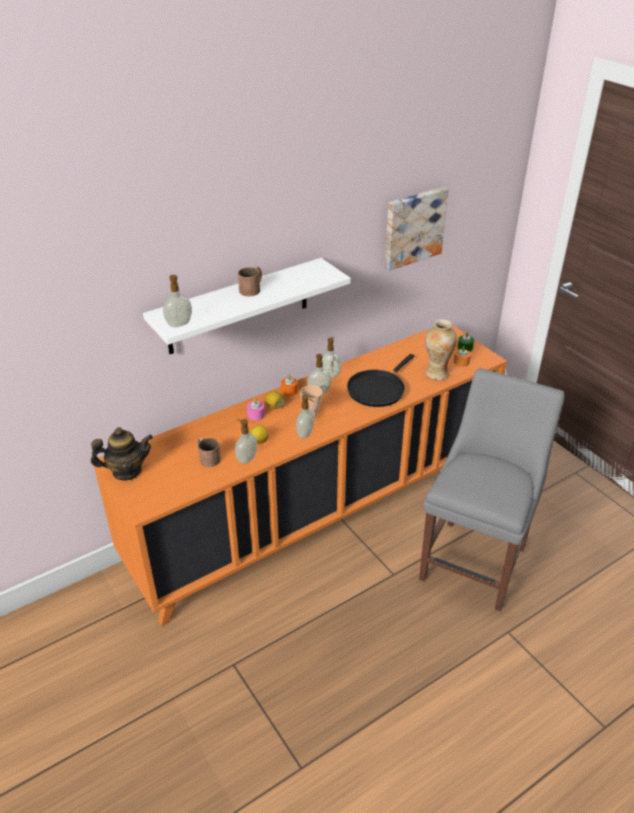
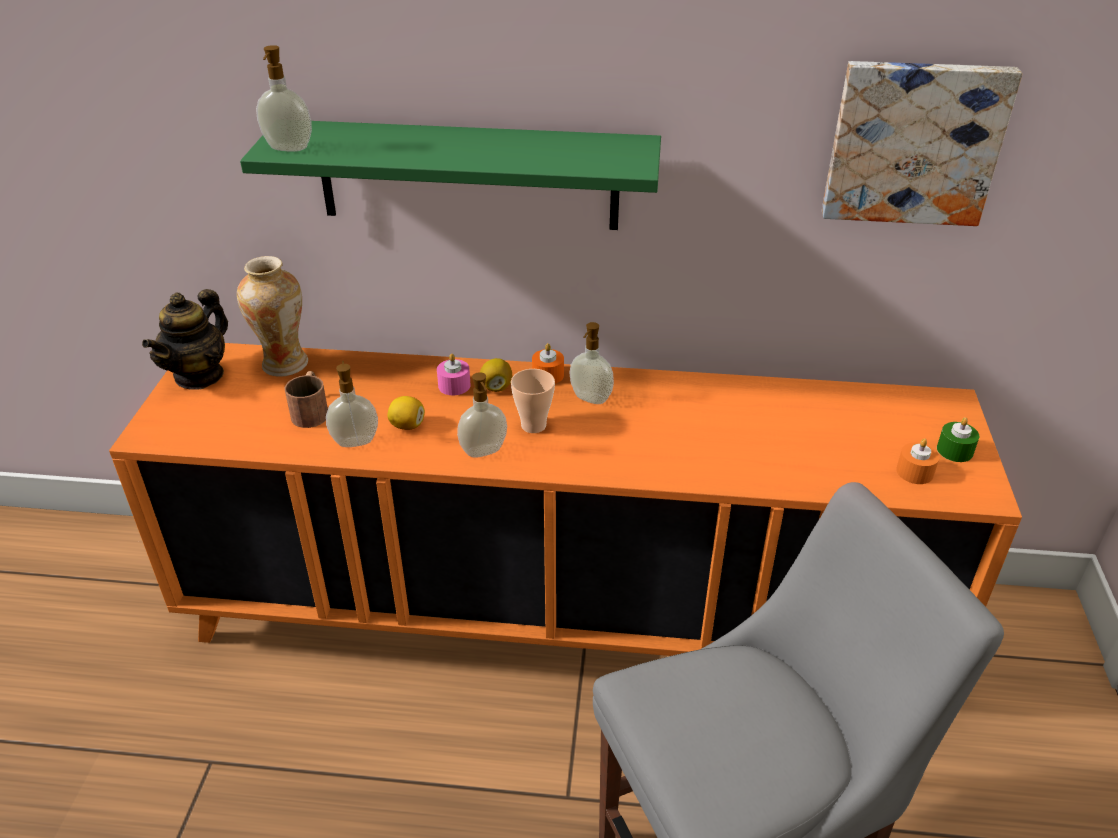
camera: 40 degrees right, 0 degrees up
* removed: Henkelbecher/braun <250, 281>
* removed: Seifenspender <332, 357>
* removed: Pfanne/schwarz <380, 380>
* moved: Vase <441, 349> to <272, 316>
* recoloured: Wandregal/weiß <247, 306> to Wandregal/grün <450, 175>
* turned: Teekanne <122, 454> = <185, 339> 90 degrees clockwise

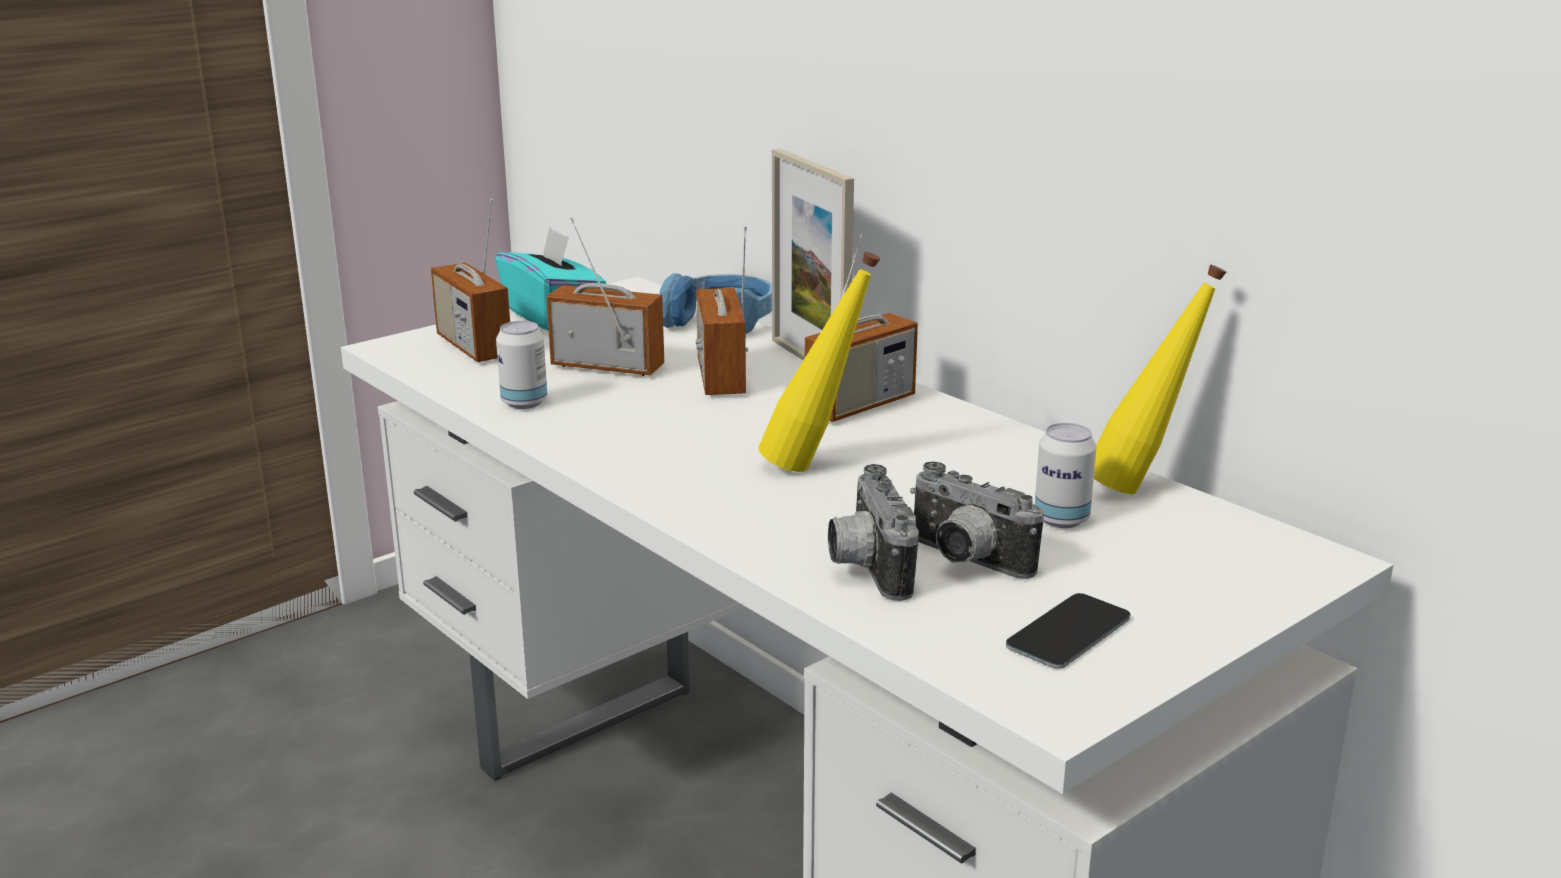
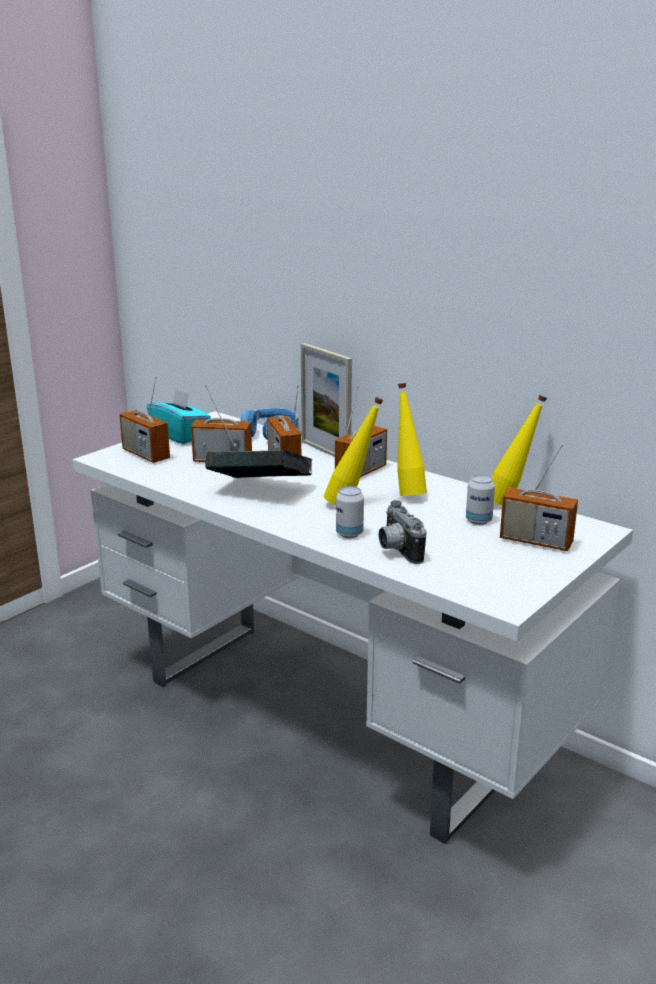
camera: 10 degrees left, 0 degrees up
* removed: Kamera <977, 520>
* removed: Handy <1068, 631>
* added: Buch <258, 464>
* added: Flasche/gelb <412, 439>
* added: Radio <539, 498>
* moved: Dose <521, 365> to <350, 512>

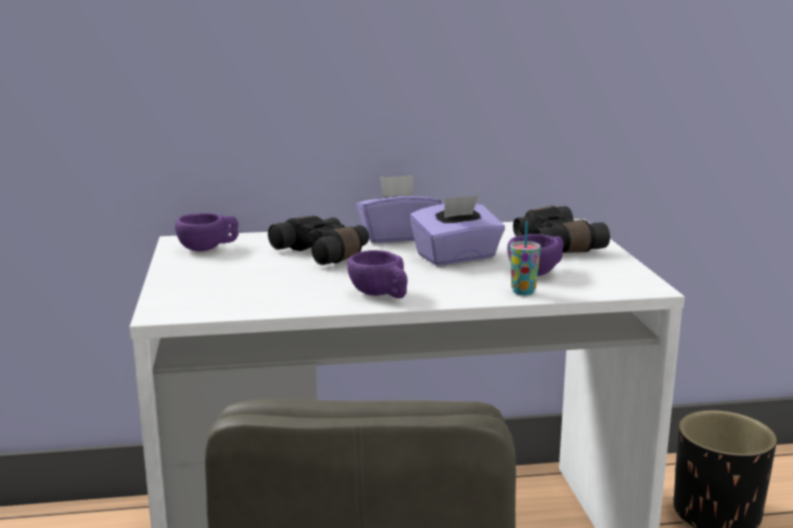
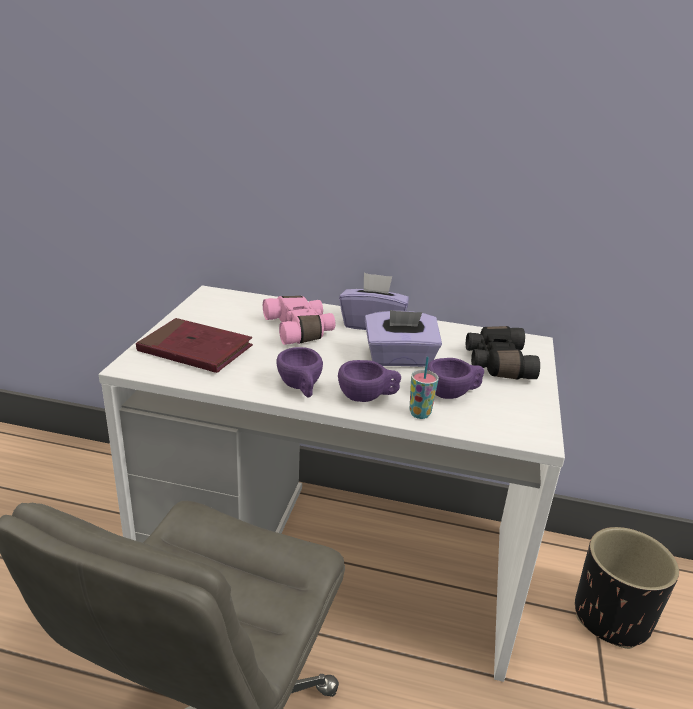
camera: 20 degrees right, 10 degrees up
* added: Buch/rot <194, 345>
* moved: Tasse/lila <207, 232> to <369, 381>
* recoloured: Fernglas/schwarz <318, 240> to Fernglas/rosa <299, 320>

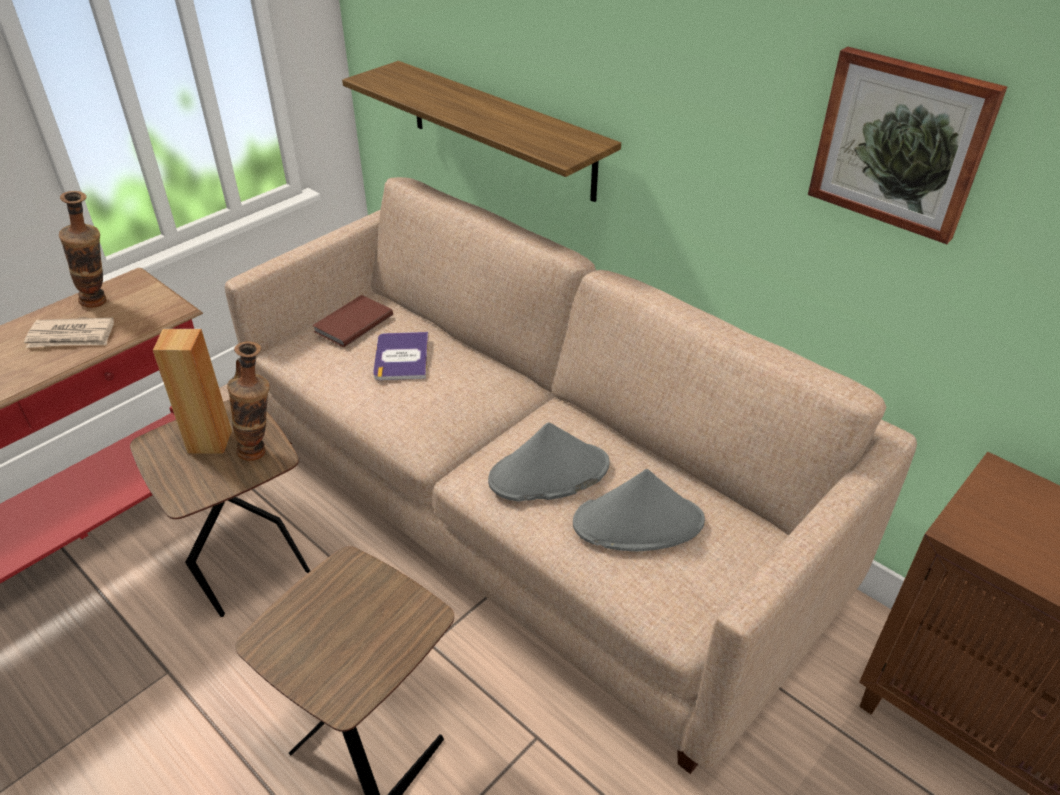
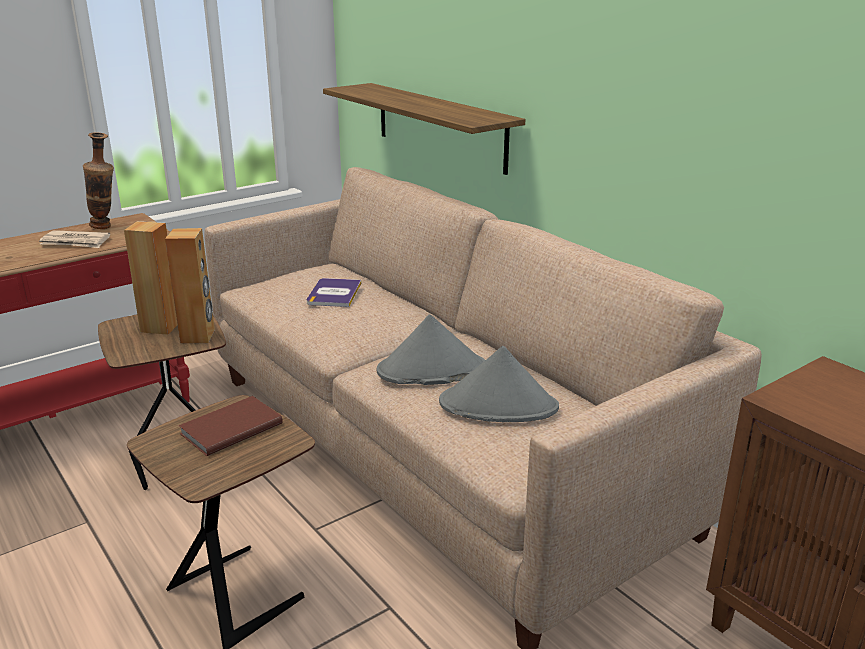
camera: 10 degrees right, 15 degrees down
* removed: Bild <907, 145>
* moved: Buch/braun <352, 321> to <231, 426>
* replaced: Vase <248, 401> to Lautsprecher/braun <190, 285>

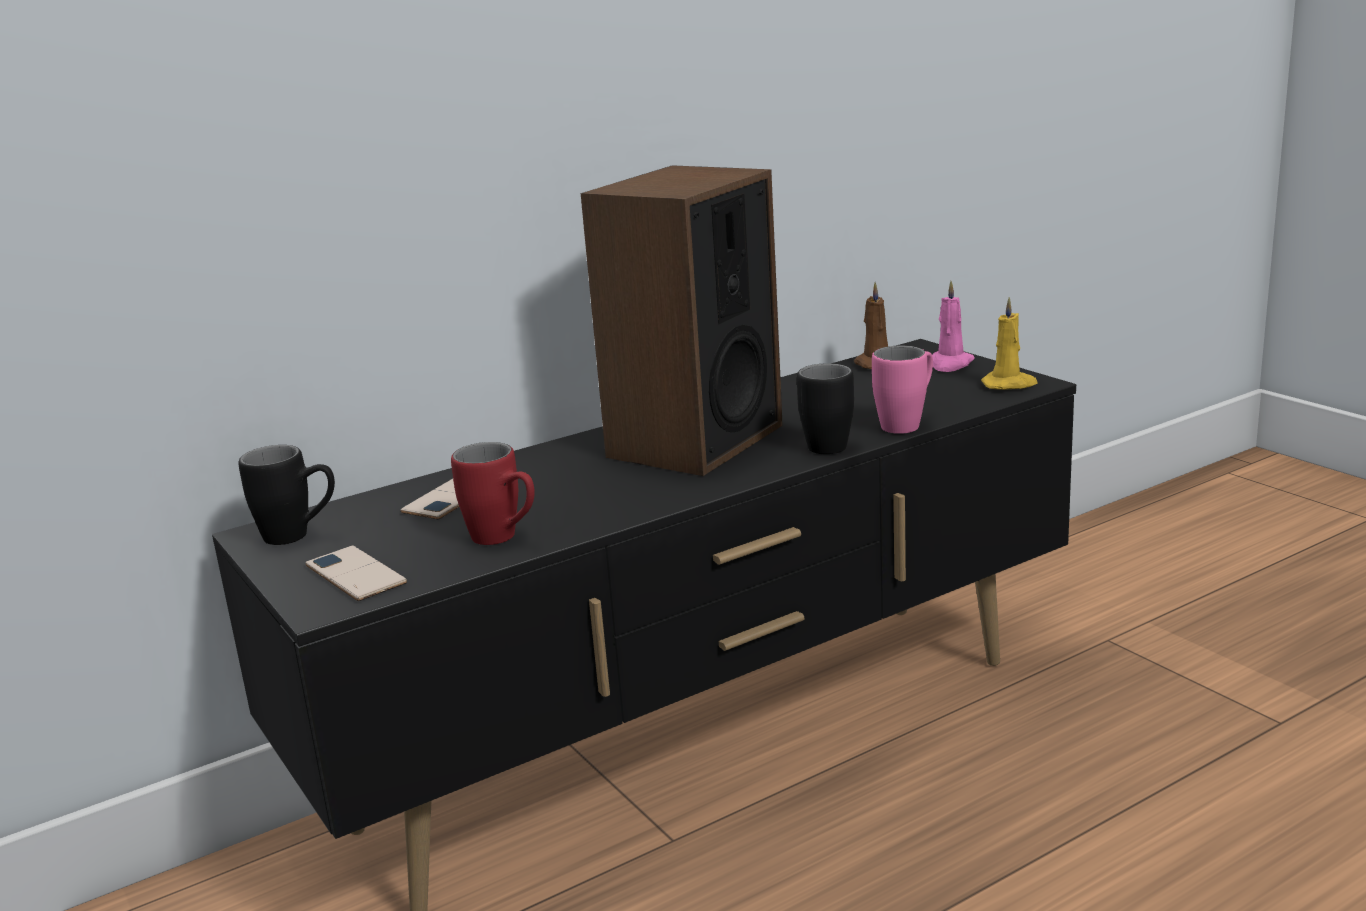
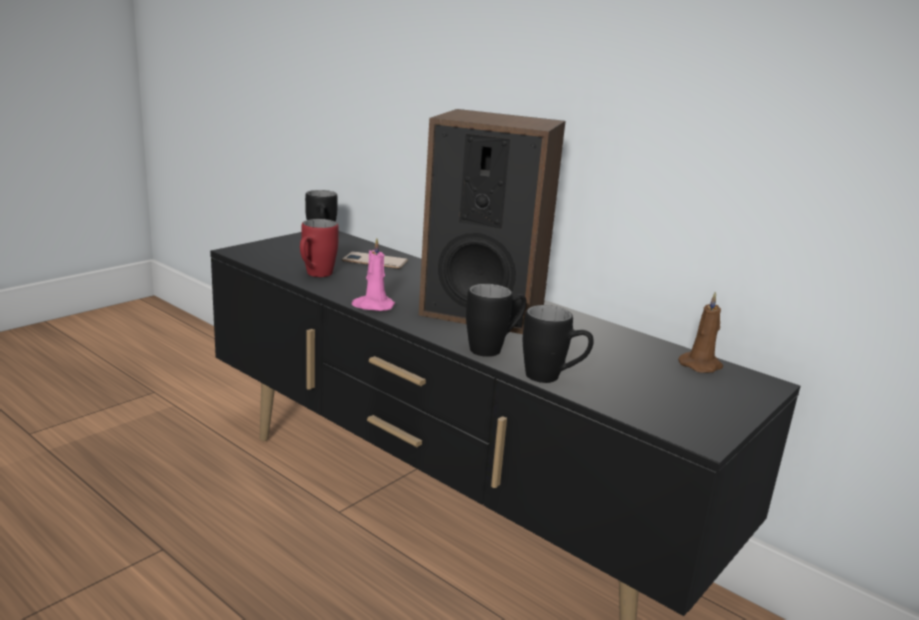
camera: 70 degrees right, 0 degrees up
* removed: Handy <356, 573>
* removed: Kerze/gelb <1009, 343>
* moved: Kerze/rosa <953, 326> to <373, 274>
* recoloured: Henkelbecher/rosa <902, 389> to Henkelbecher/schwarz <558, 344>

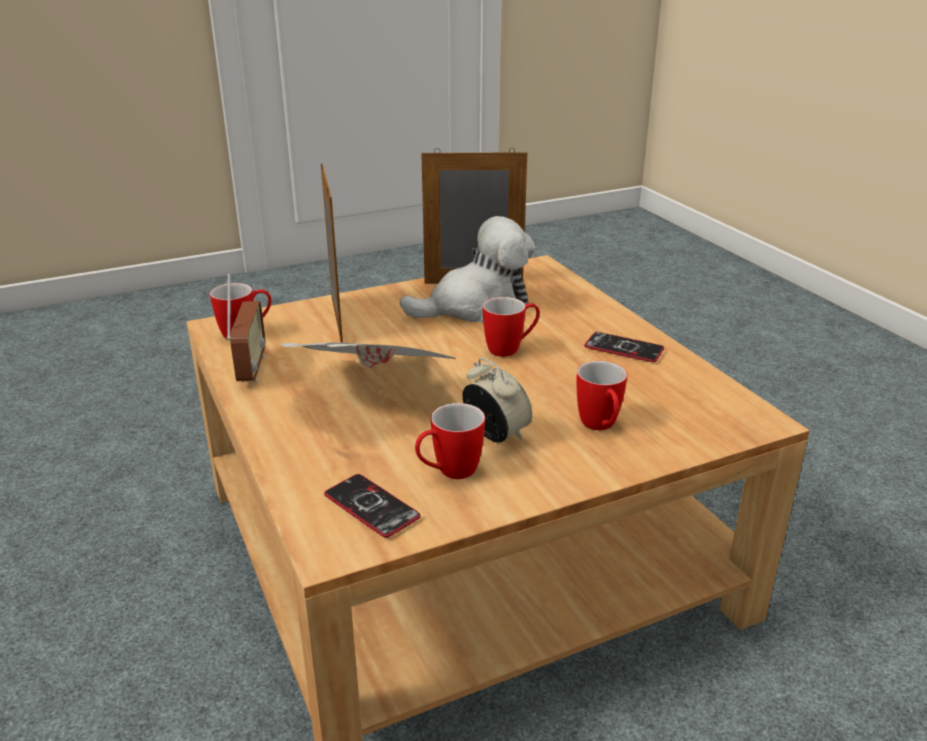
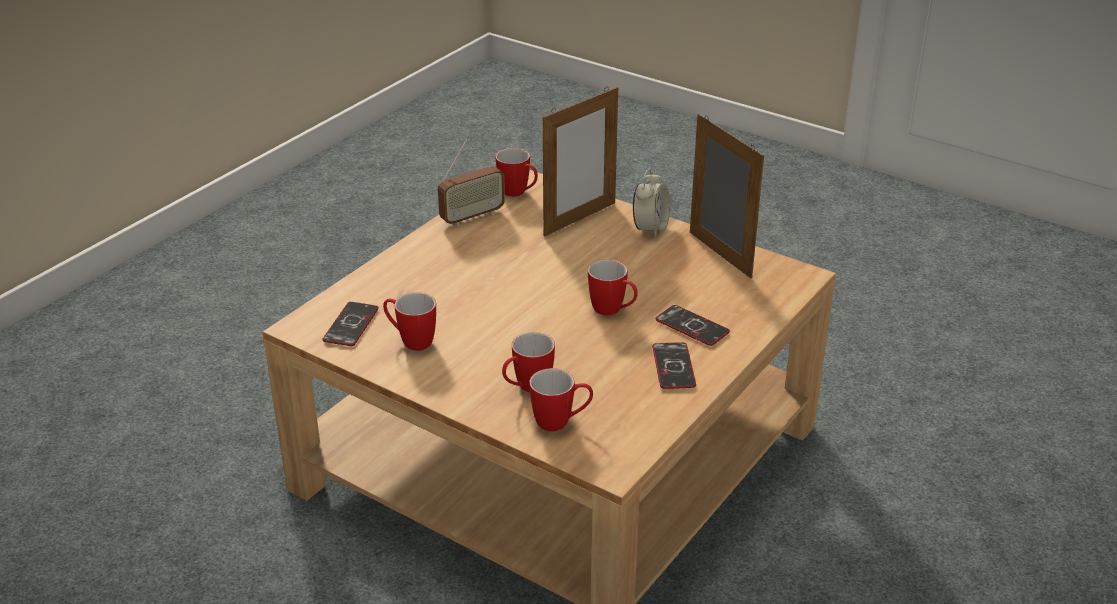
camera: 60 degrees right, 5 degrees up
* removed: Zeitung <368, 355>
* removed: Plüschtier <468, 269>
* added: Henkelbecher <561, 400>
* added: Handy <692, 325>
* moved: Wecker <497, 400> to <651, 203>

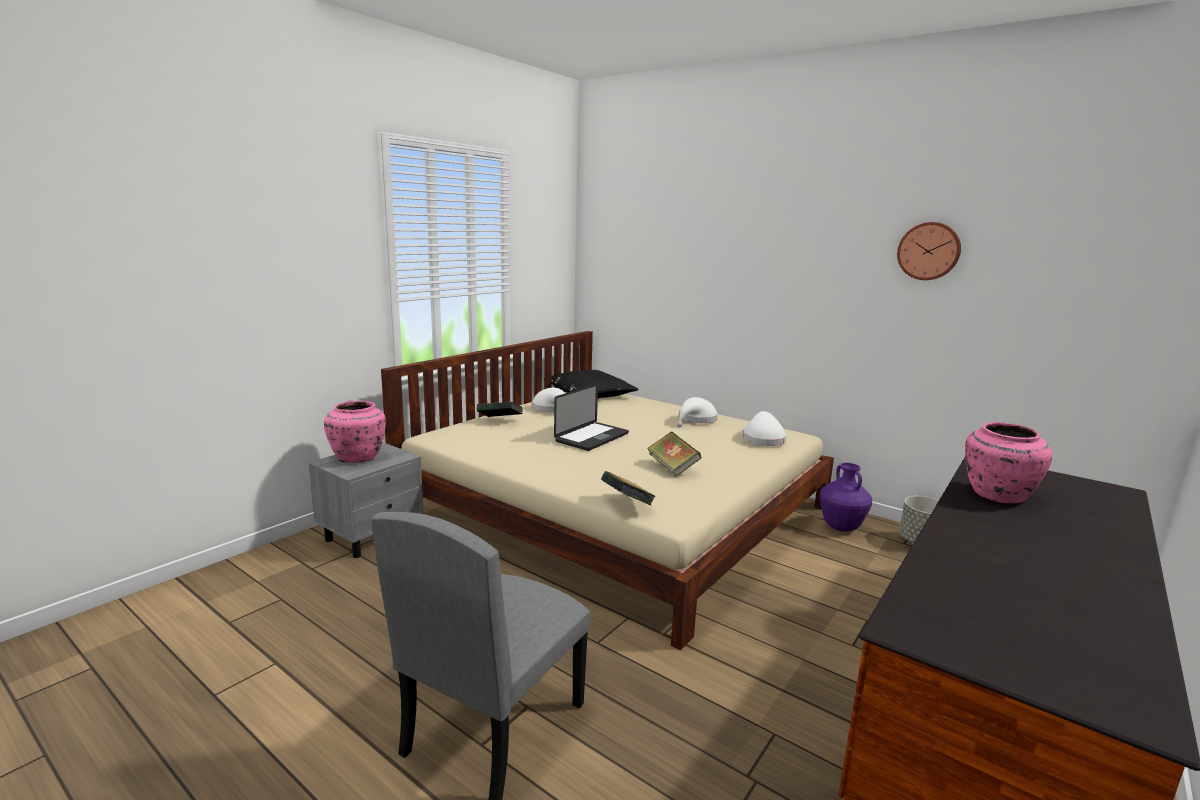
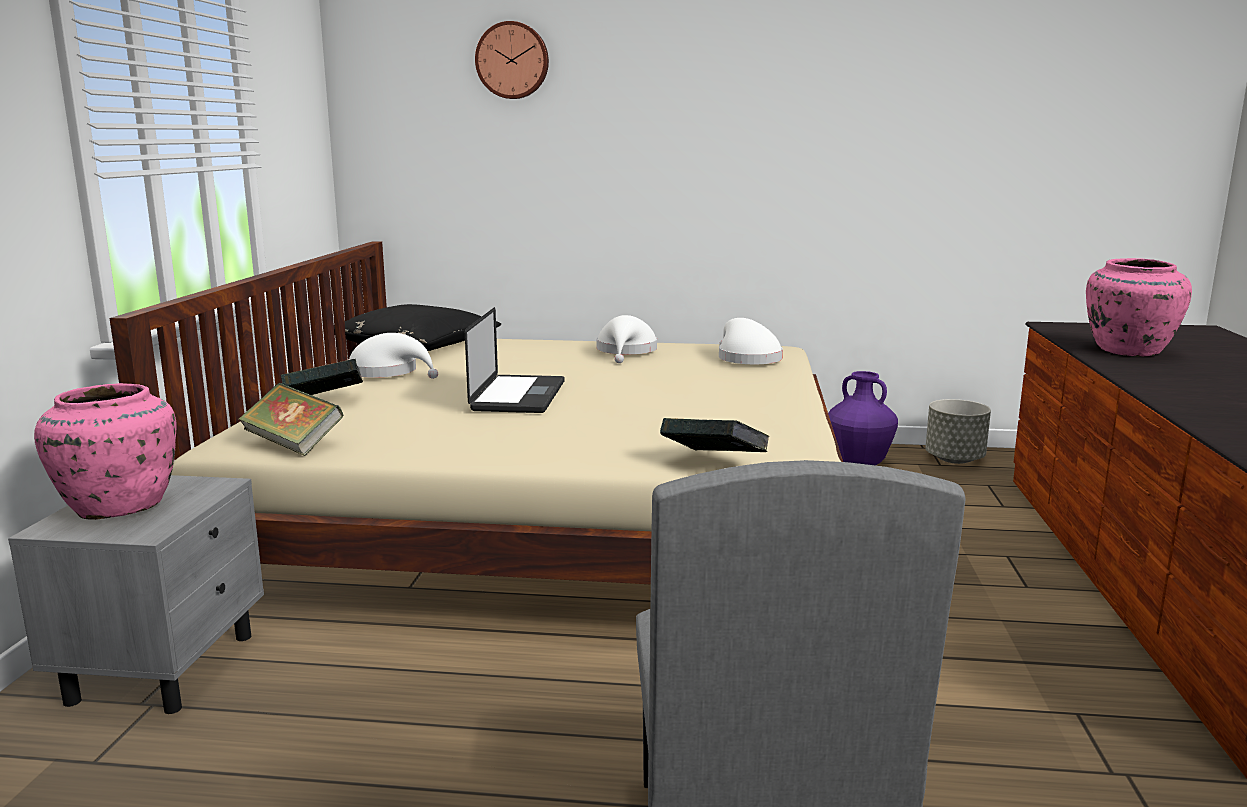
camera: 30 degrees left, 0 degrees up
* moved: Buch <674, 454> to <290, 419>
* moved: Wanduhr <929, 251> to <512, 60>

